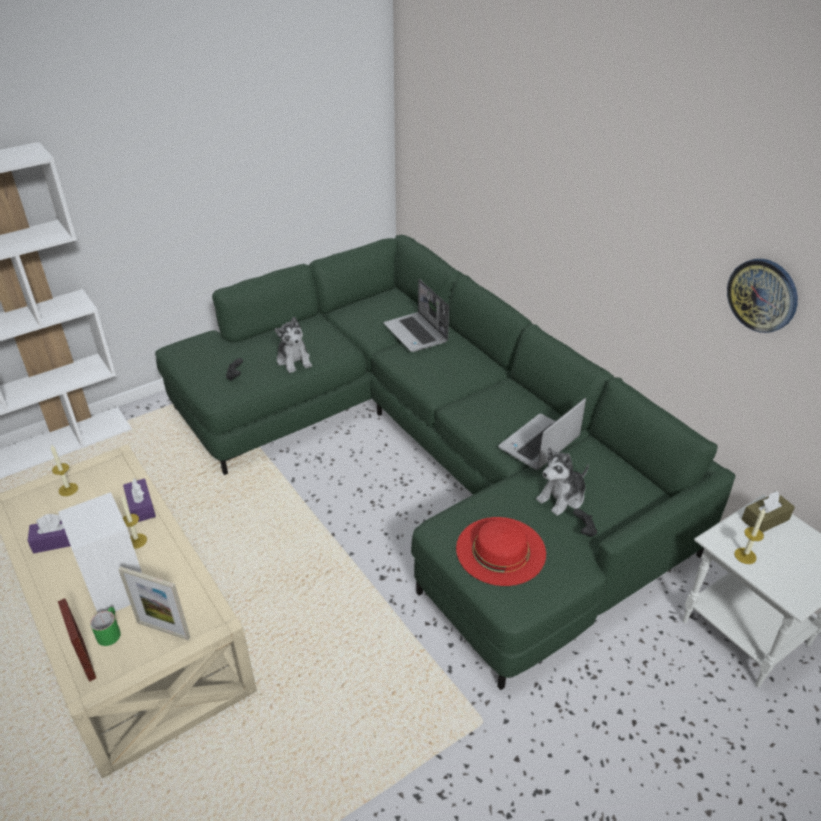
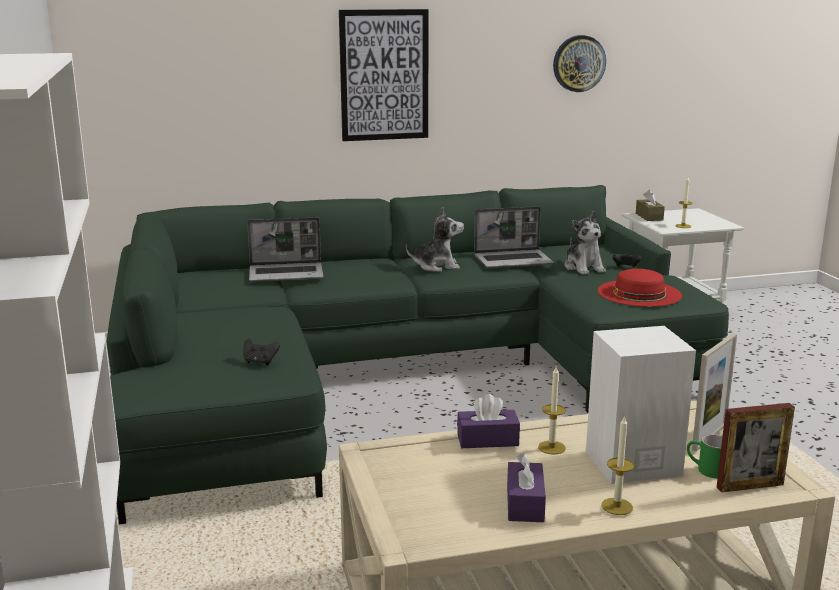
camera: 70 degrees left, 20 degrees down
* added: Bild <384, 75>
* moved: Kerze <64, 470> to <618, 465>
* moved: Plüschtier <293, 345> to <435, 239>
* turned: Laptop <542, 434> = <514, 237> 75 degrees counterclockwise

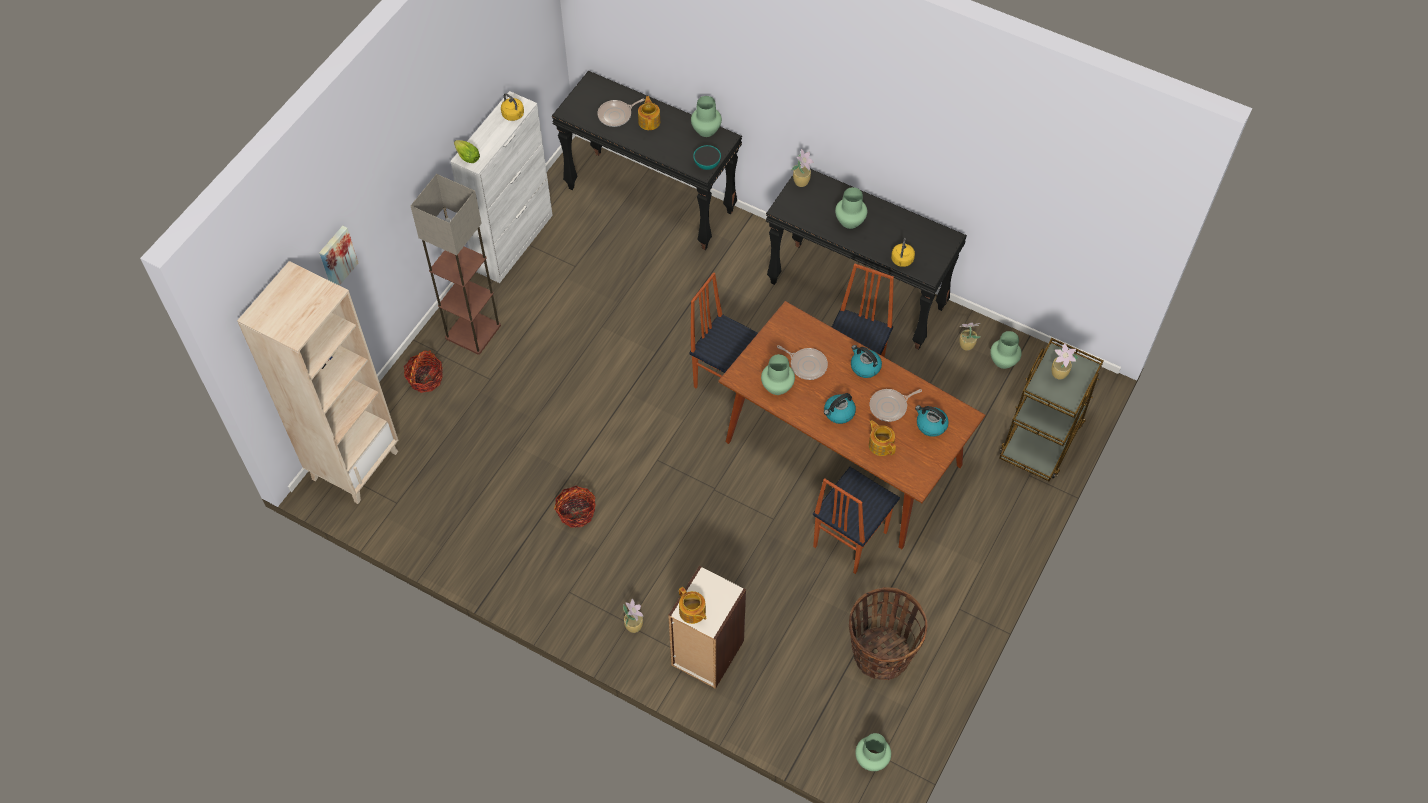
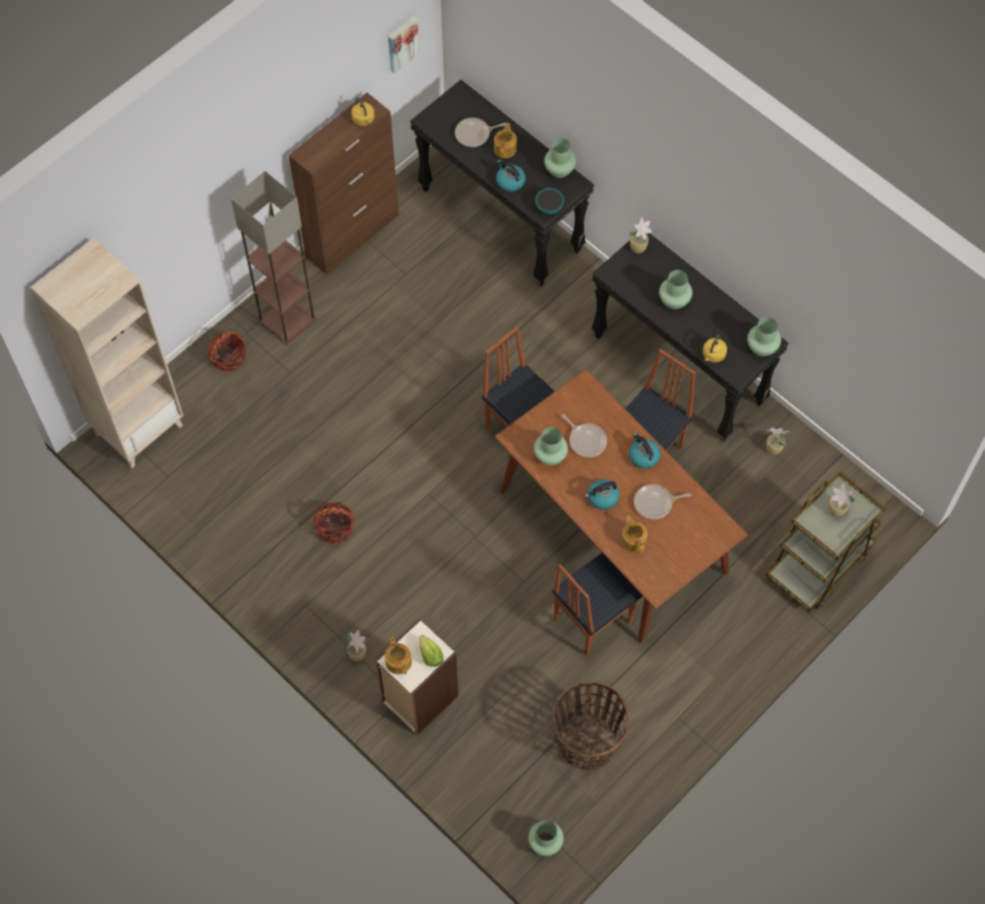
camera: 15 degrees right, 5 degrees up
* moved: Bild <338, 256> to <404, 45>
* moved: Salatkopf <467, 151> to <431, 651>
* moved: Wasserkessel <932, 421> to <511, 176>
* moved: Vase/grün <1006, 350> to <764, 336>
* recoloured: Schrank/weiß <501, 187> to Schrank/braun <344, 184>

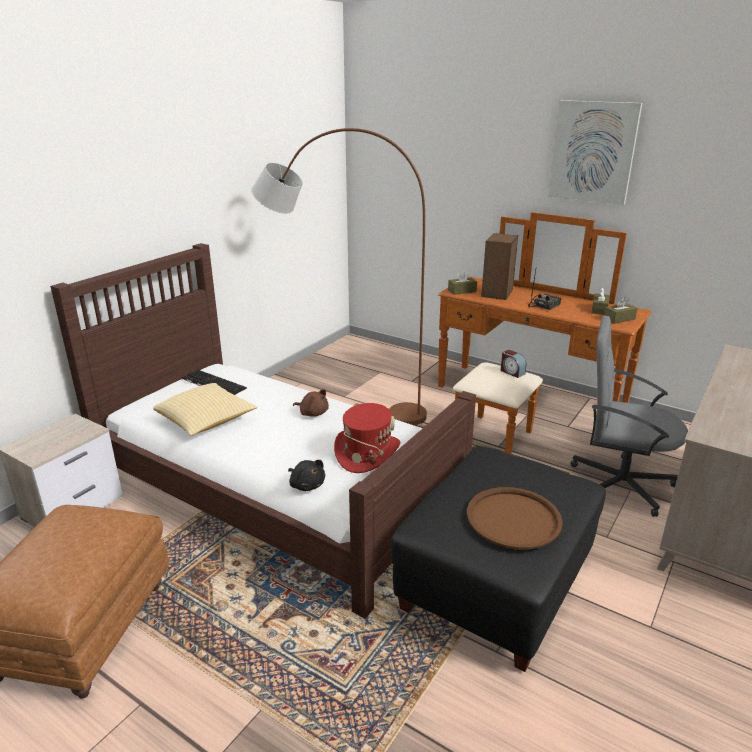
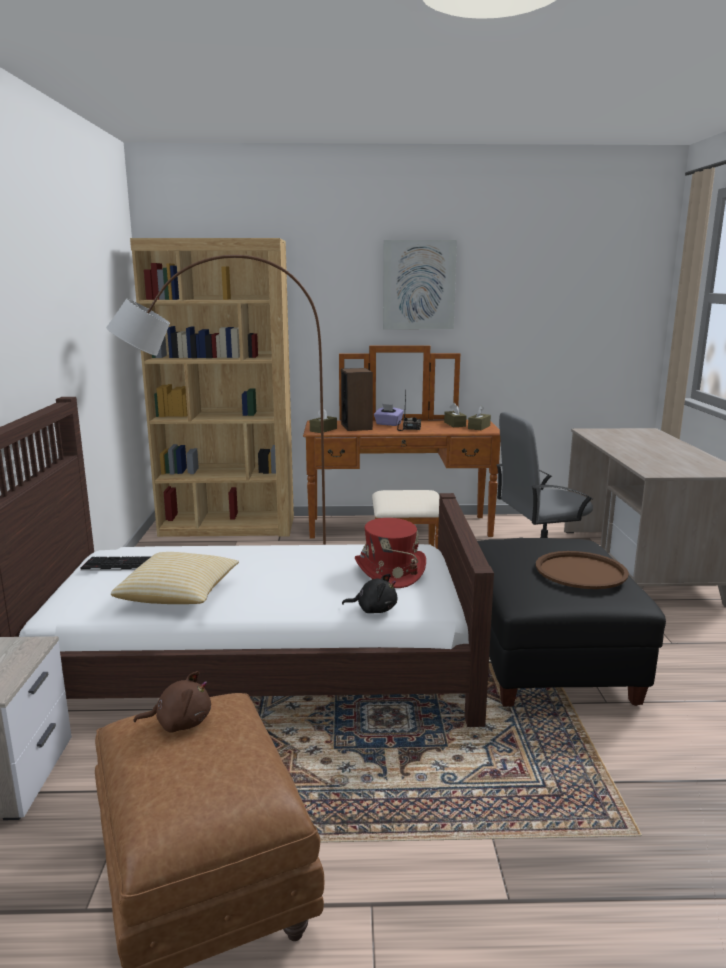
camera: 35 degrees left, 10 degrees down
* removed: Wecker <513, 364>
* added: Bücherregal/braun <212, 387>
* added: Taschentuchbox/lila <389, 415>
* moved: Plüschtier/braun <311, 403> to <172, 702>

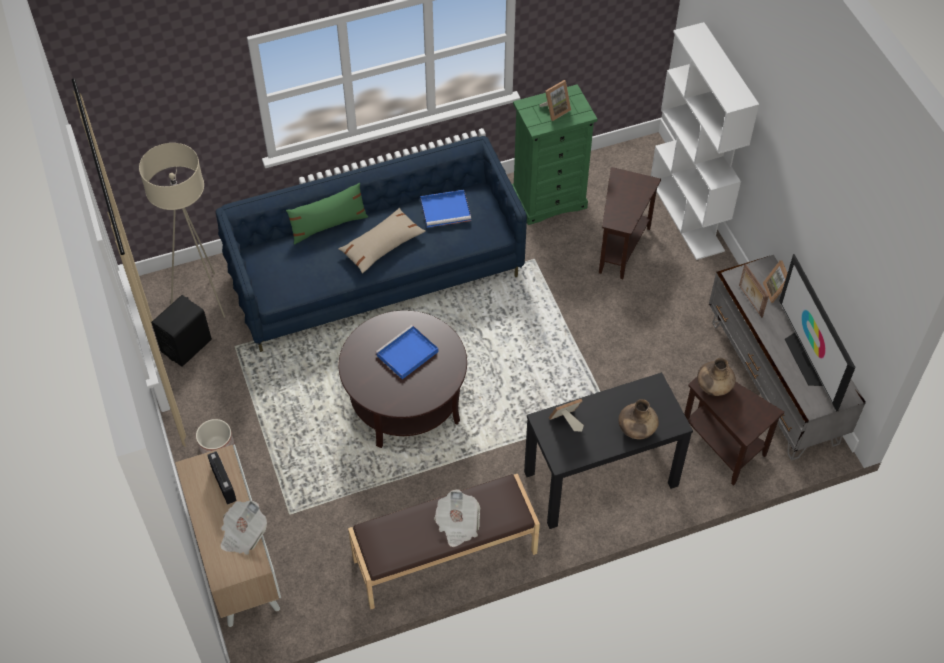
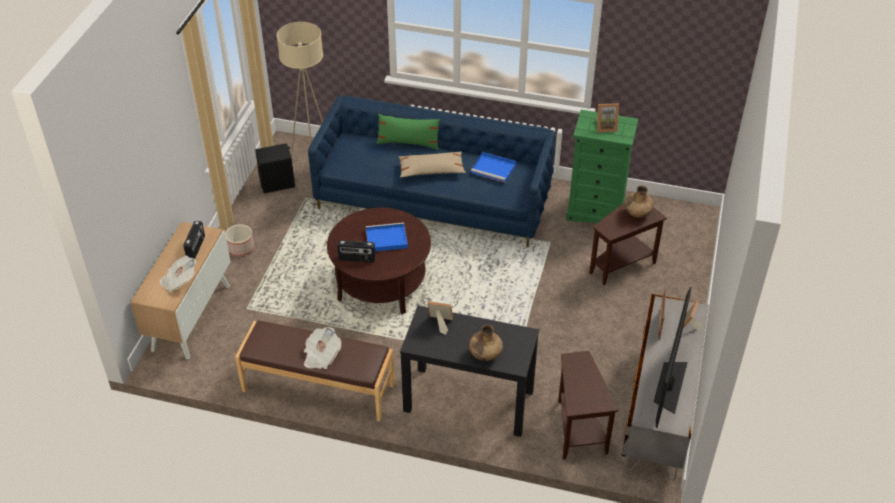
camera: 35 degrees right, 10 degrees down
* removed: Bücherregal/weiß <705, 141>
* added: Radio <356, 251>
* moved: Vase/braun <716, 377> to <639, 201>

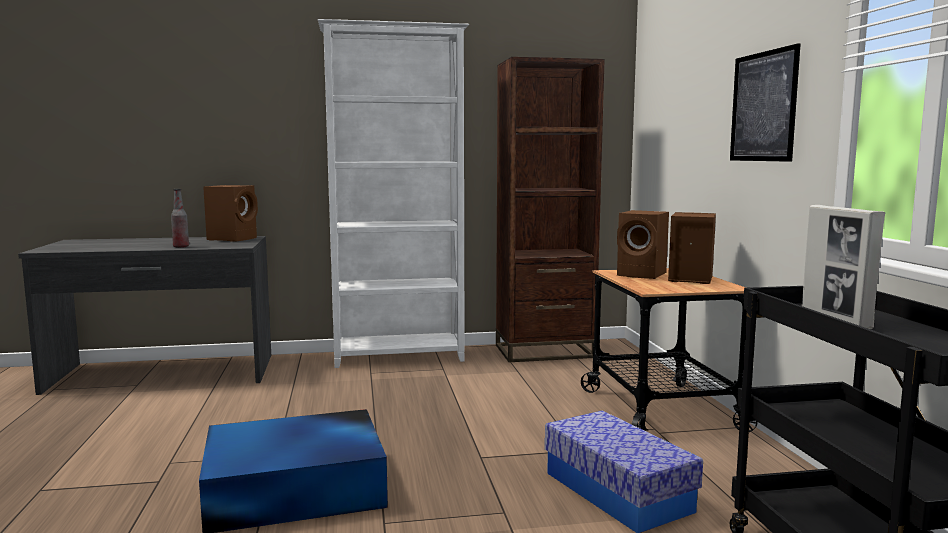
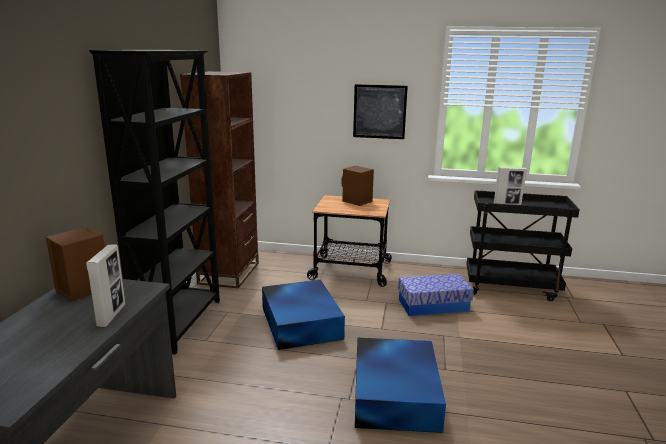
camera: 70 degrees left, 10 degrees up
* removed: Lautsprecher/braun <643, 244>
* added: Aufbewahrungsbox/blau <303, 315>
* replaced: Flasche <180, 218> to Bilderrahmen <105, 285>
* recoloured: Bücherregal/weiß <393, 193> to Bücherregal/schwarz <154, 202>

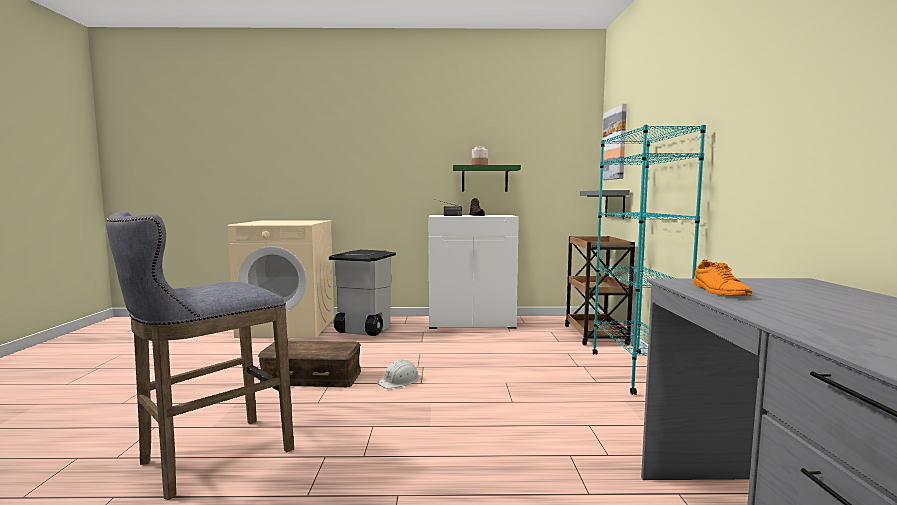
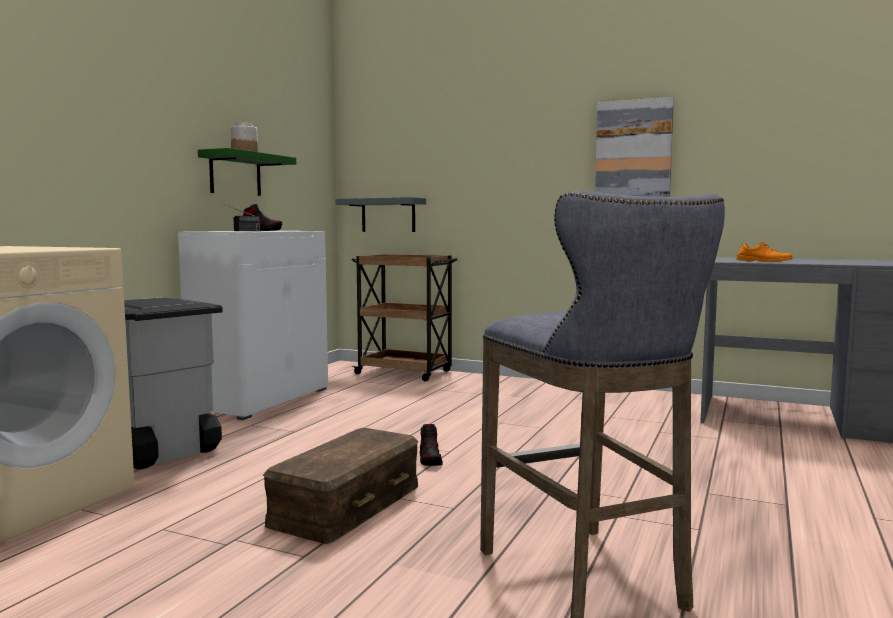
camera: 65 degrees left, 0 degrees up
* removed: Bücherregal/türkis <649, 260>
* moved: Bild <615, 142> to <634, 147>
* replaced: Schutzhelm/weiß <398, 373> to Schuh <431, 445>

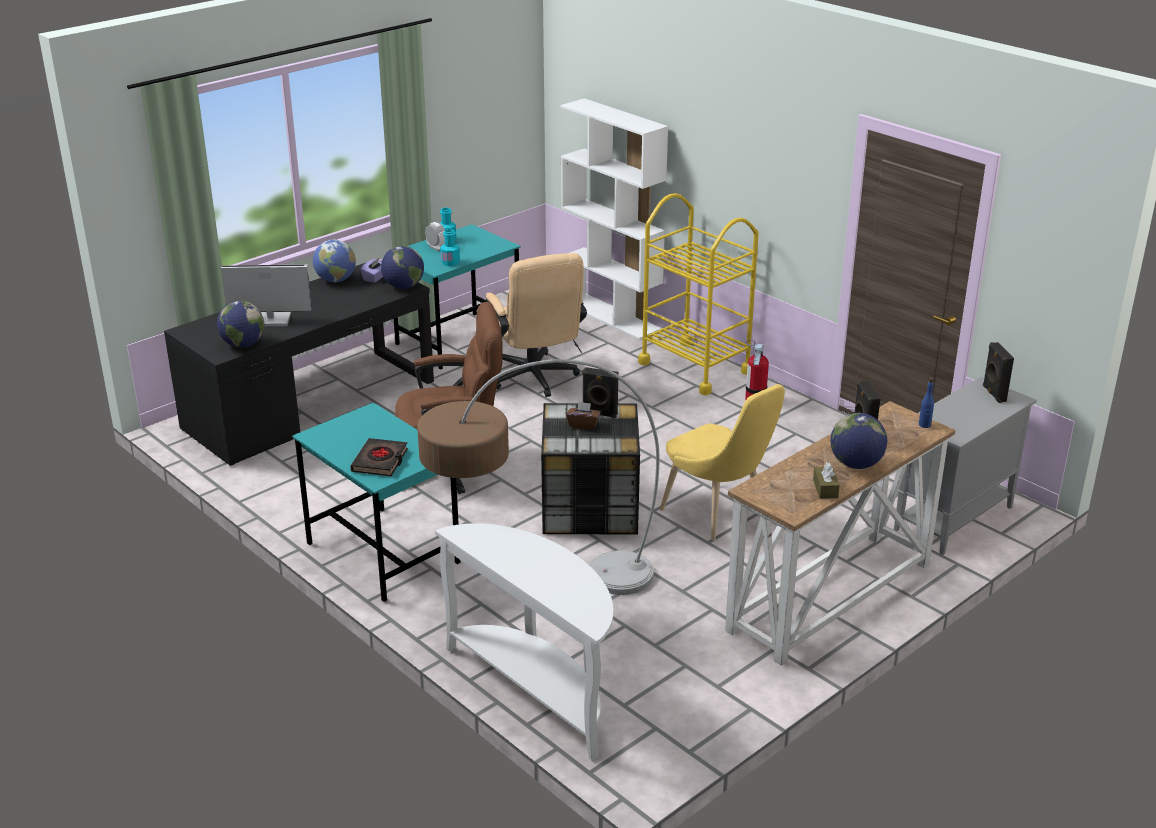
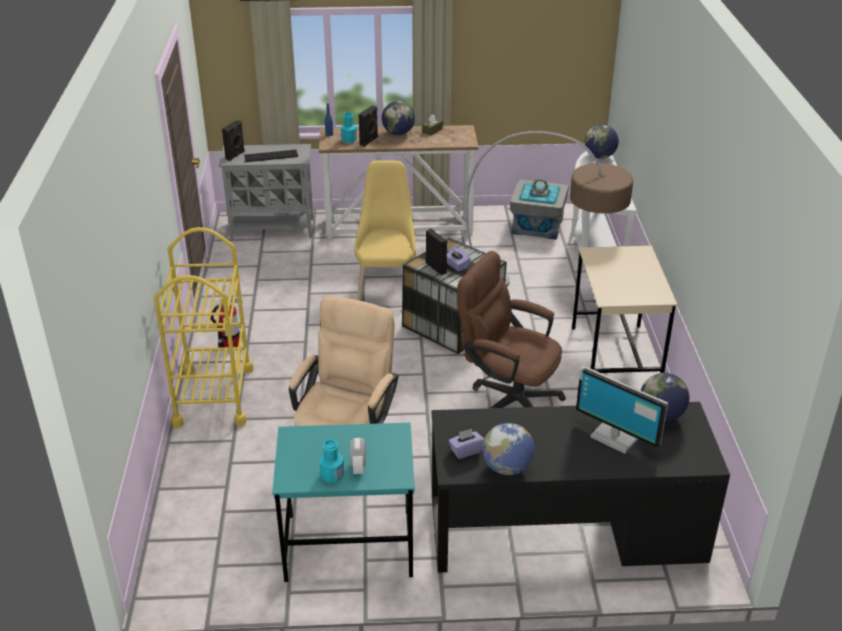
camera: 140 degrees left, 5 degrees up
* removed: Buch/schwarz <379, 457>
* removed: Bücherregal/weiß <614, 219>
* added: Tastatur <271, 156>
* added: Aufbewahrungsbox/grau <539, 209>
* moved: Globus <402, 267> to <602, 141>
* moved: Flasche/türkis <450, 247> to <349, 127>
* recoloured: Schreibtisch/türkis <376, 502> to Schreibtisch/beige <625, 309>
* recoloured: Taschentuchbox/braun <583, 416> to Taschentuchbox/lila <459, 259>

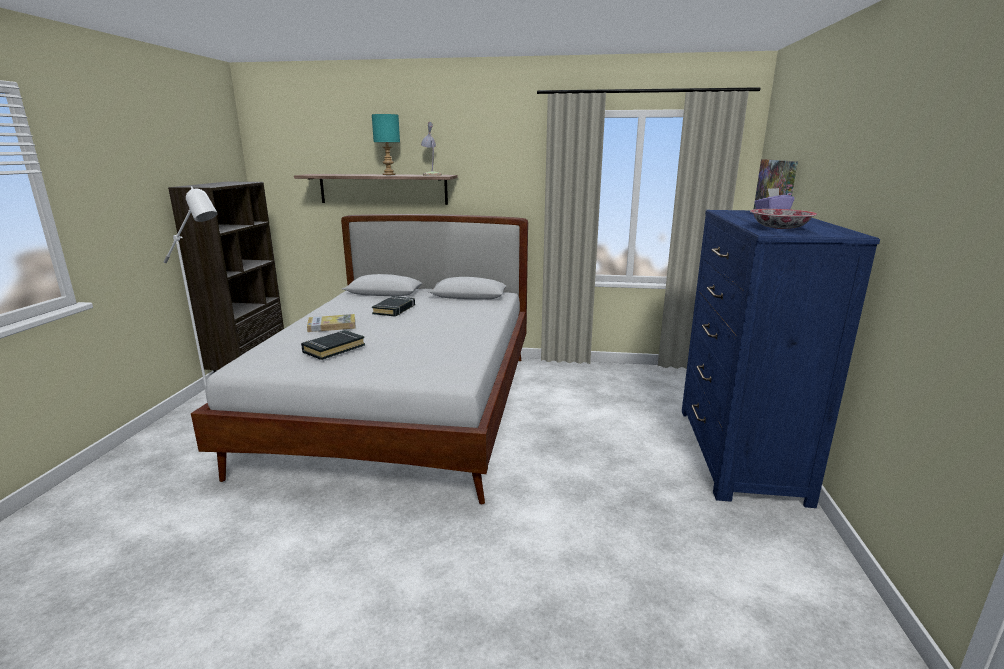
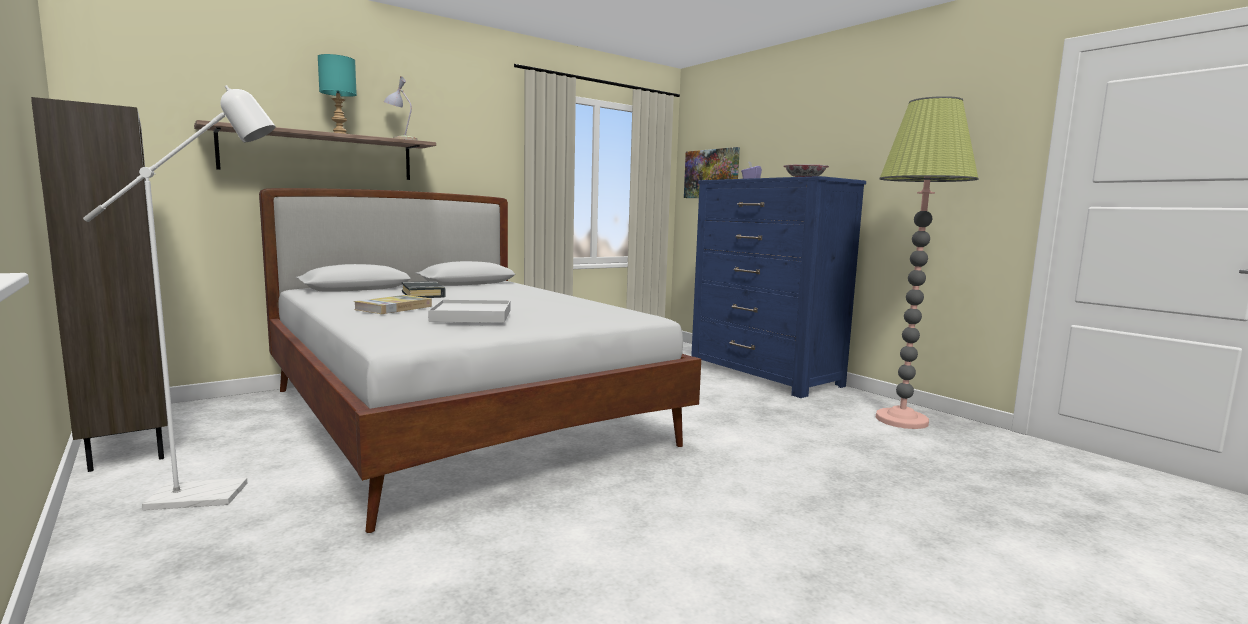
camera: 45 degrees left, 10 degrees down
* added: Stehlampe <927, 262>
* replaced: Buch/schwarz <333, 345> to Tablett/weiß <469, 311>

